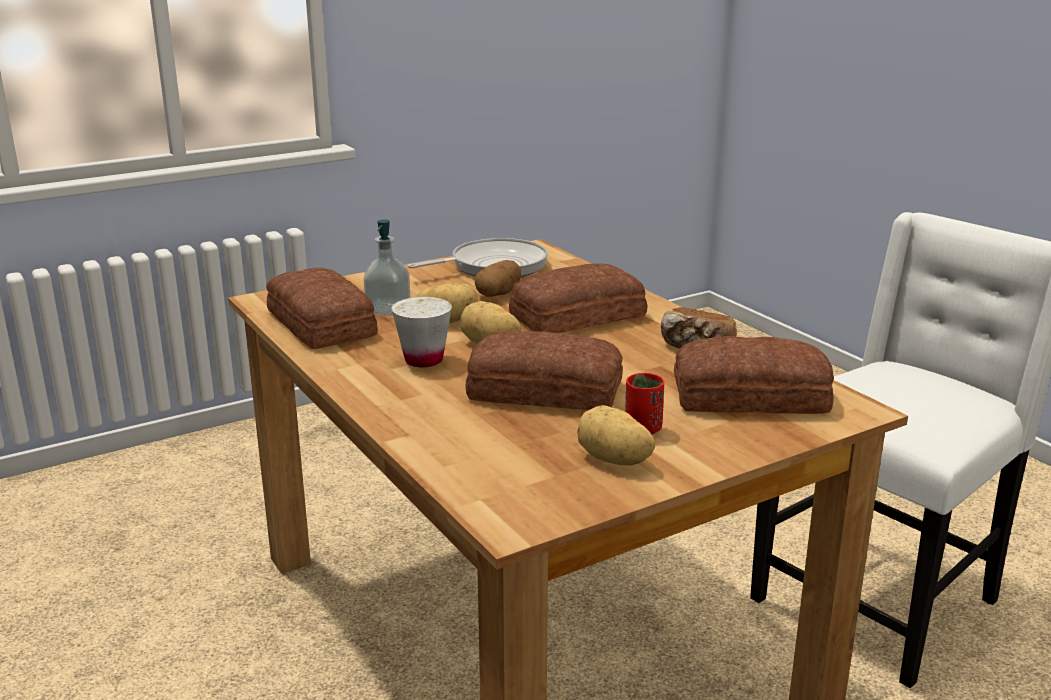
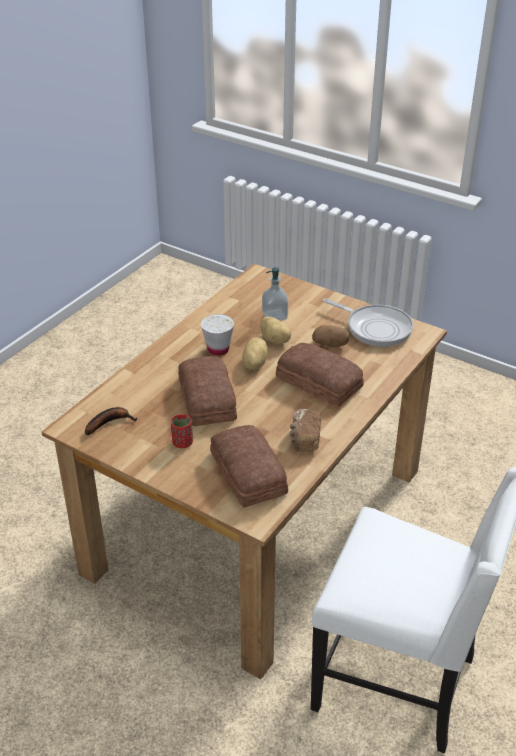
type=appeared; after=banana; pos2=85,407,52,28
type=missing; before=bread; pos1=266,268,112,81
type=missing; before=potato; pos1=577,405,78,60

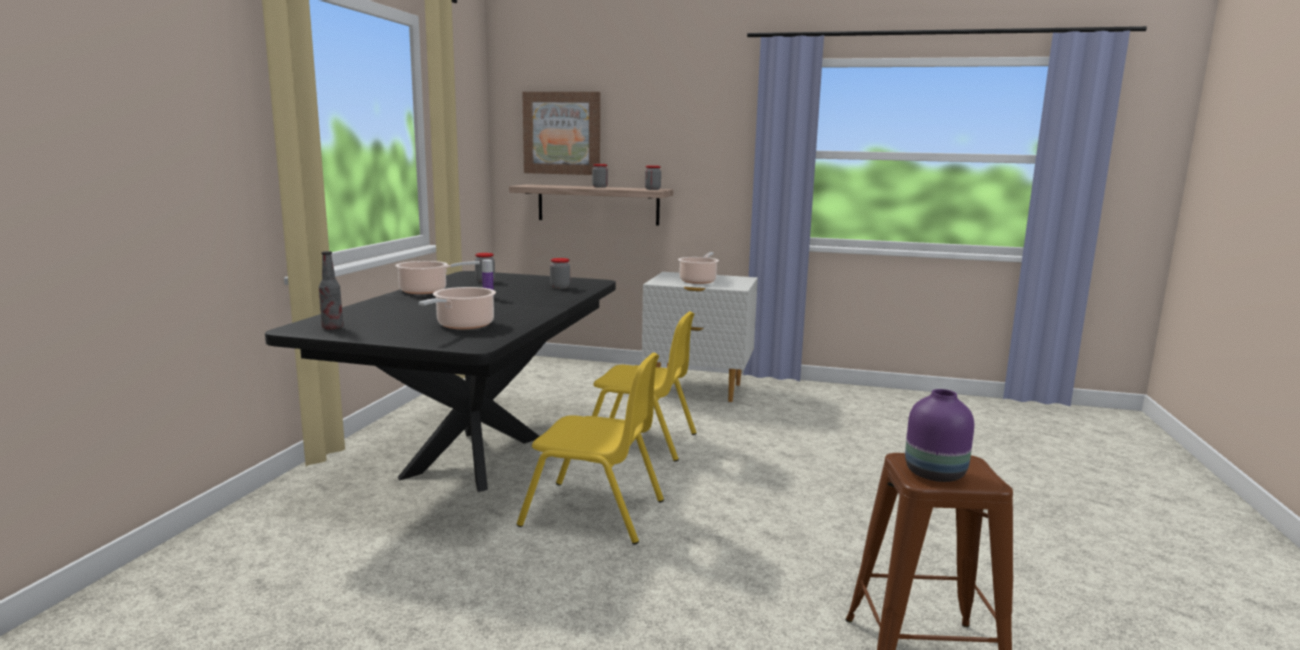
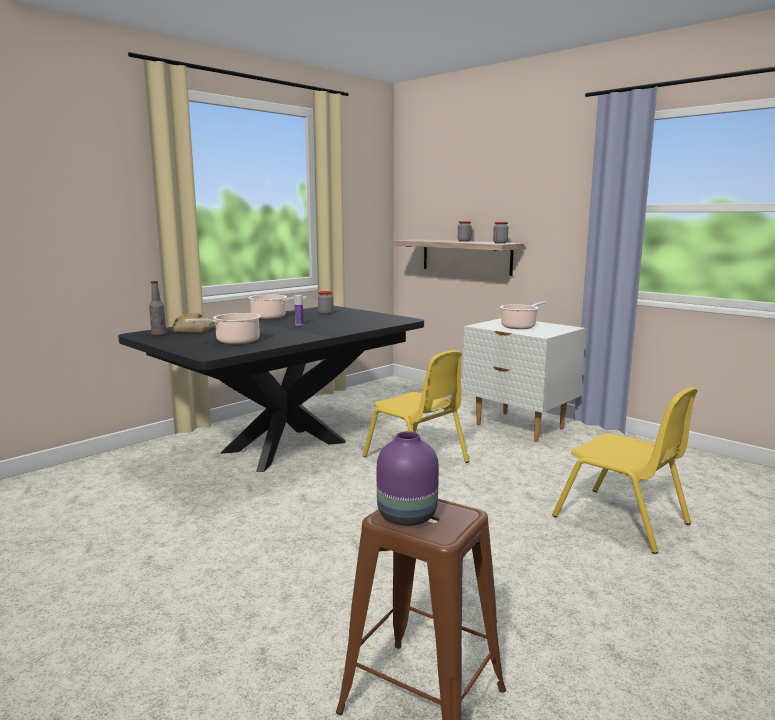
type=appeared; after=bread; pos2=172,313,43,20
type=relocated; before=yellow_chair; pos1=517,353,147,191; pos2=552,387,146,167
type=missing; before=picture; pos1=522,92,78,83
type=missing; before=jar; pos1=550,258,20,31

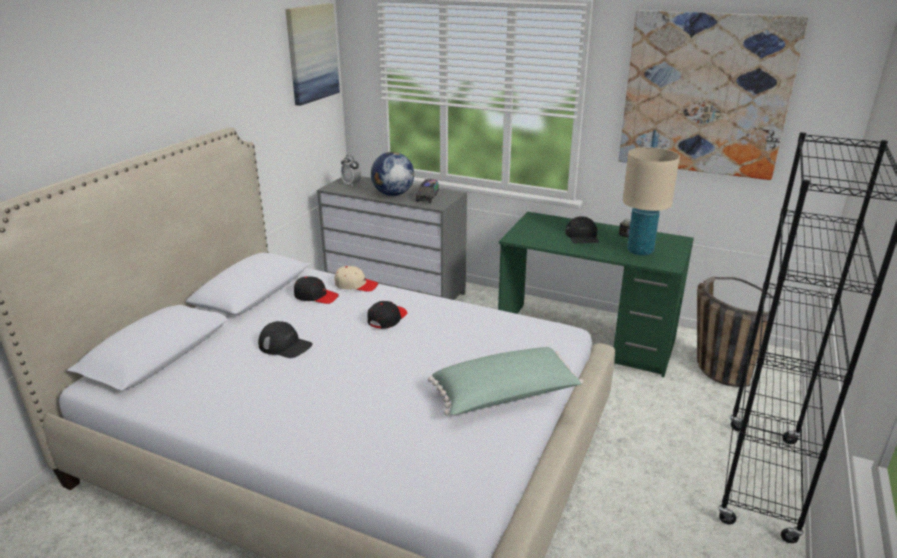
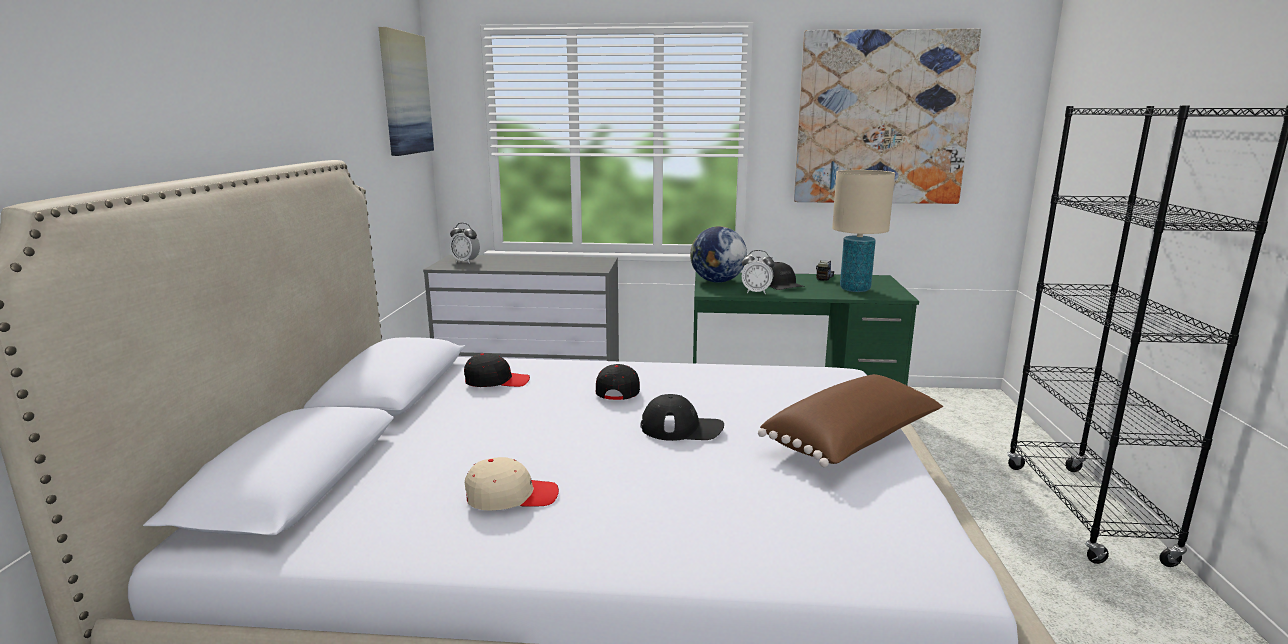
type=relocated; before=beige_cap; pos1=335,266,43,26; pos2=465,457,94,54
type=relocated; before=black_cap; pos1=258,321,55,37; pos2=641,394,83,47
type=relocated; before=globe; pos1=371,152,43,44; pos2=690,226,57,57
type=appeared; after=alarm_clock; pos2=742,250,33,44
type=colour; before=green_pillow; after=brown_pillow; pos1=428,347,155,68; pos2=758,374,185,93
type=missing; before=toy_truck; pos1=416,179,23,24
type=missing; before=basket; pos1=697,276,84,111

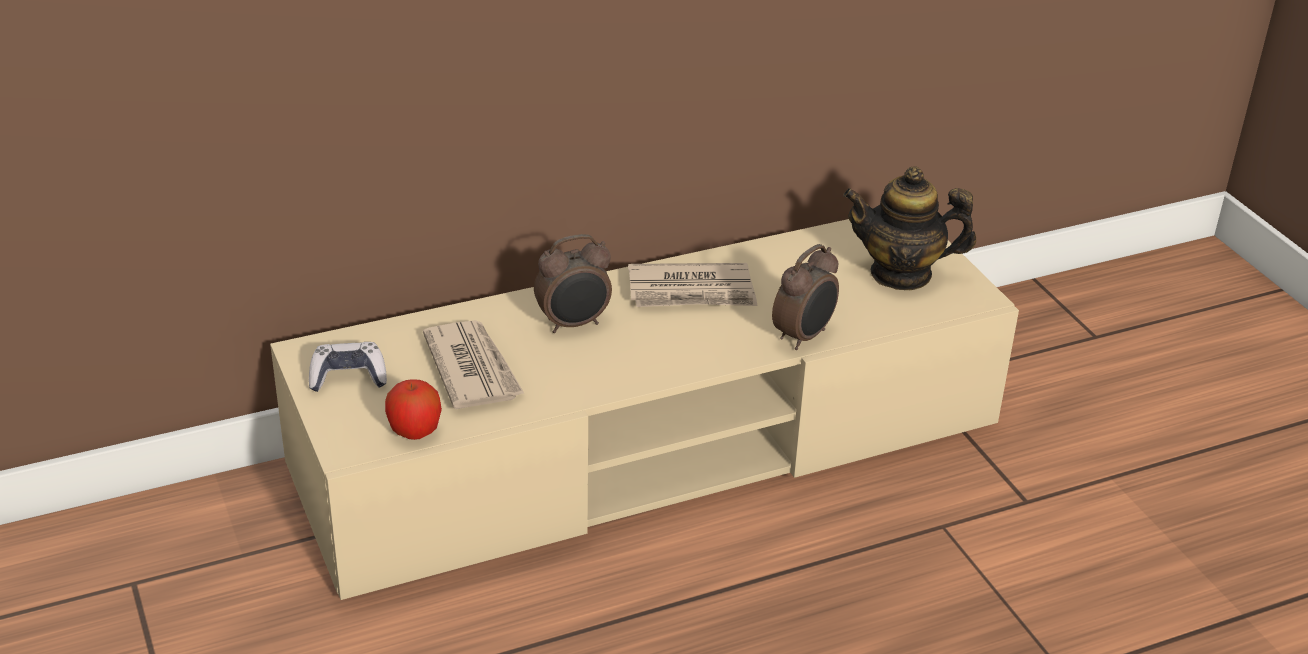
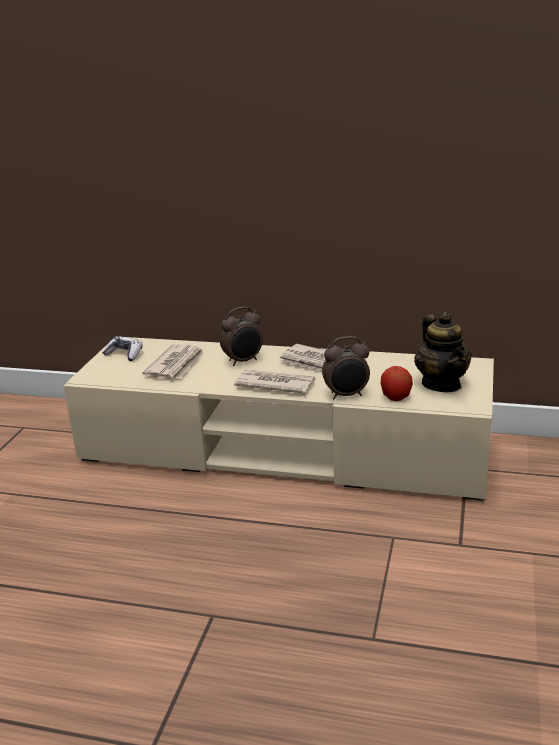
type=spun; before=alarm_clock; pos1=534,234,78,99; pos2=220,307,43,59; turn=-45
type=appeared; after=newspaper; pos2=234,370,81,24
type=relocated; before=apple; pos1=385,379,57,61; pos2=381,366,32,35
type=spun; before=teapot; pos1=843,167,133,123; pos2=414,312,57,80; turn=-150

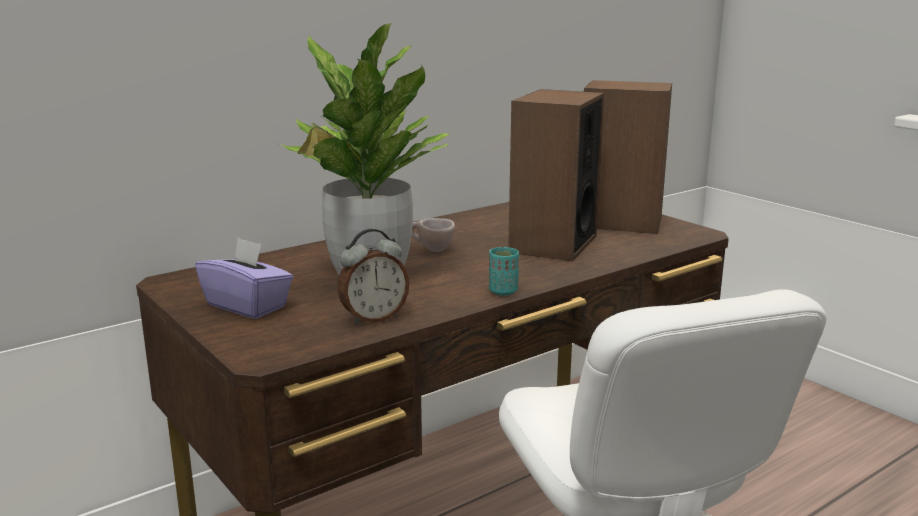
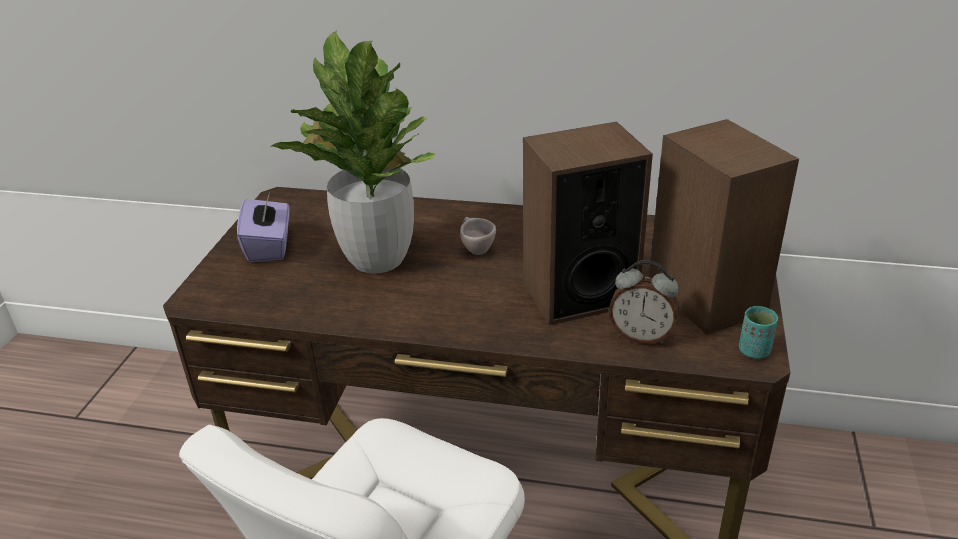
type=relocated; before=alarm_clock; pos1=338,229,71,96; pos2=609,260,70,84
type=relocated; before=turquoise_cup; pos1=489,247,30,48; pos2=739,306,39,53

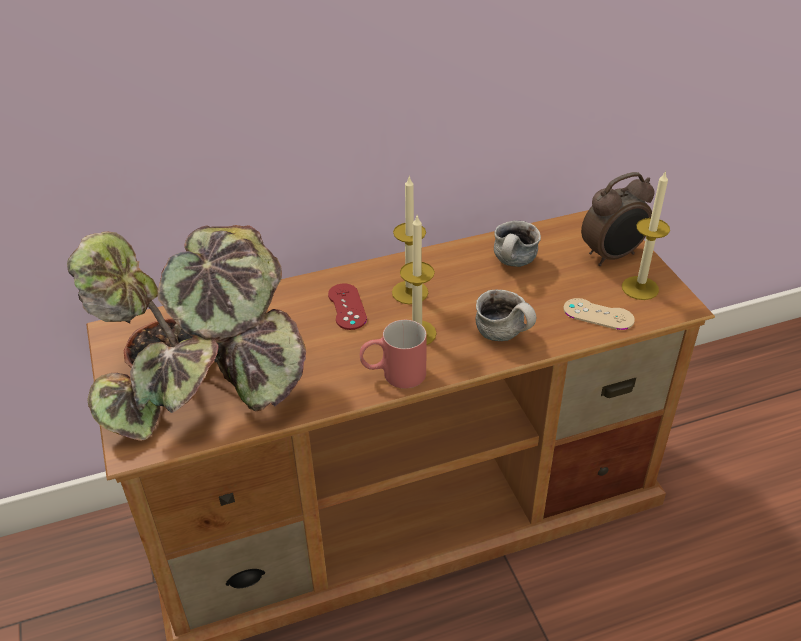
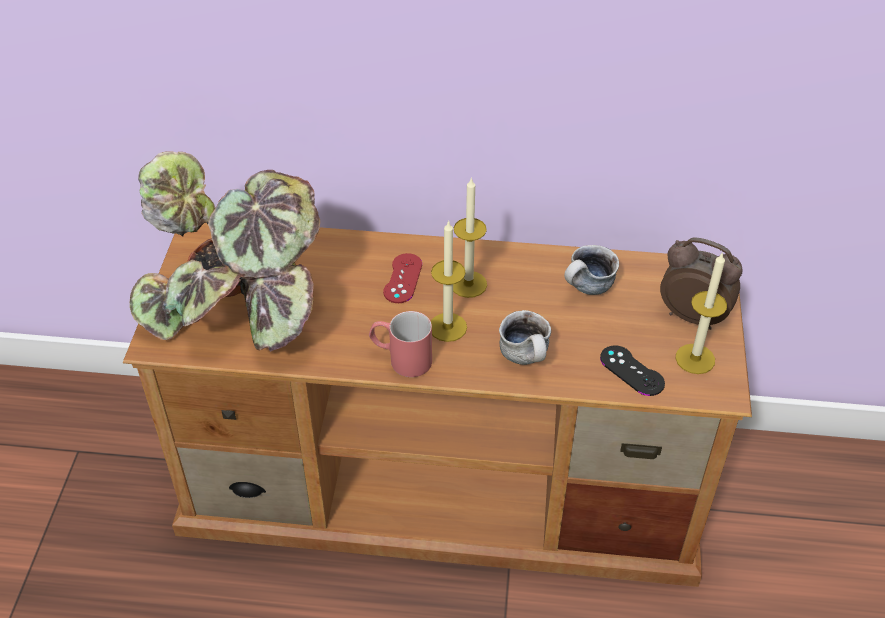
type=colour; before=beige_game_controller; after=black_game_controller; pos1=563,298,72,32; pos2=600,345,65,51
type=spun; before=alarm_clock; pos1=581,172,73,94; pos2=660,237,83,93; turn=-150

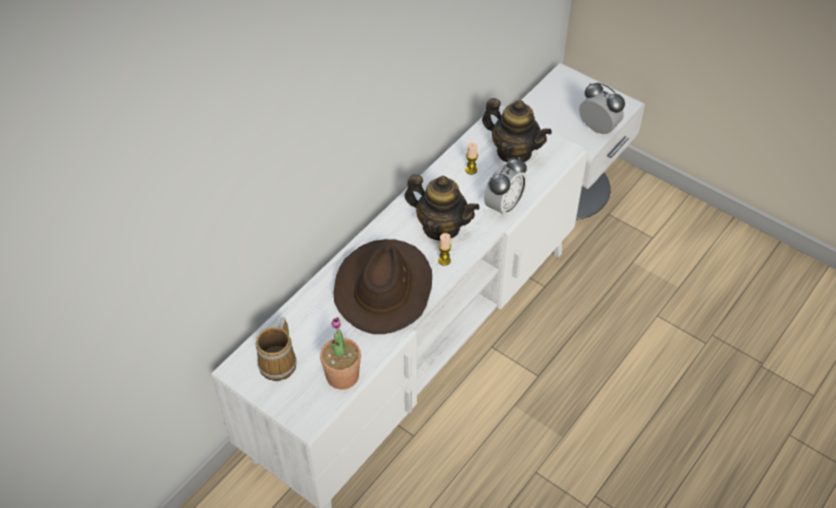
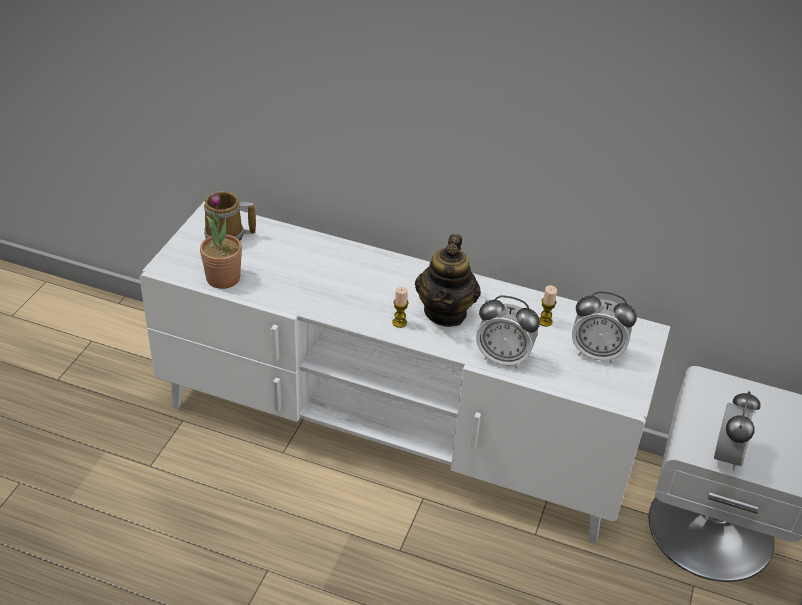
type=exchanged; before=teapot; after=alarm_clock; pos1=482,98,70,64; pos2=572,291,65,72
type=missing; before=brown_hat; pos1=334,239,98,95

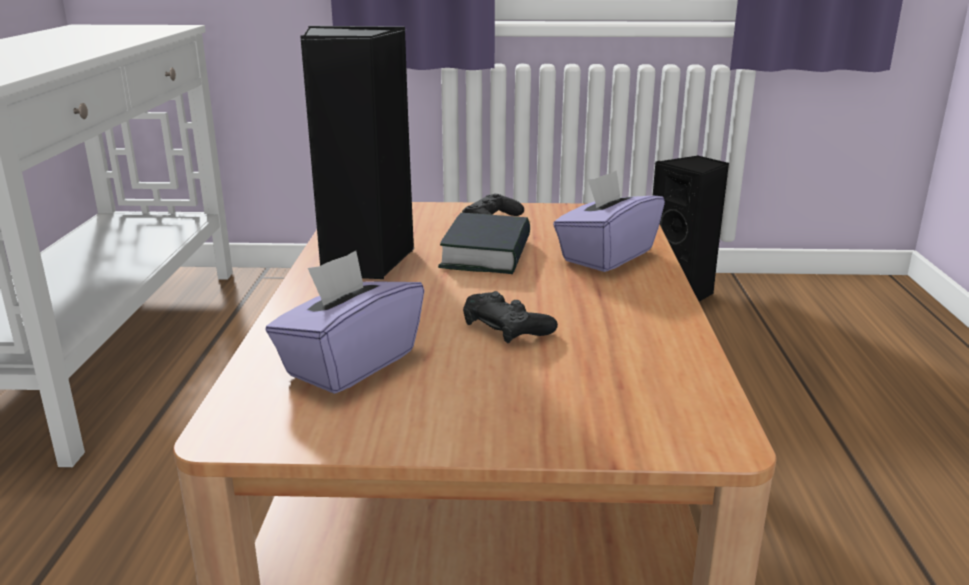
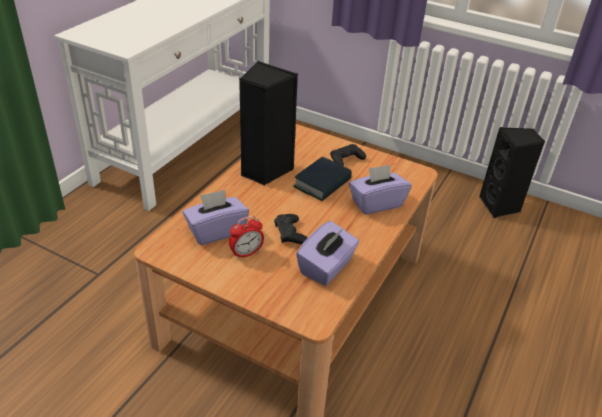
type=appeared; after=alarm_clock; pos2=229,216,35,43
type=appeared; after=purple_tissue_box; pos2=296,221,63,65

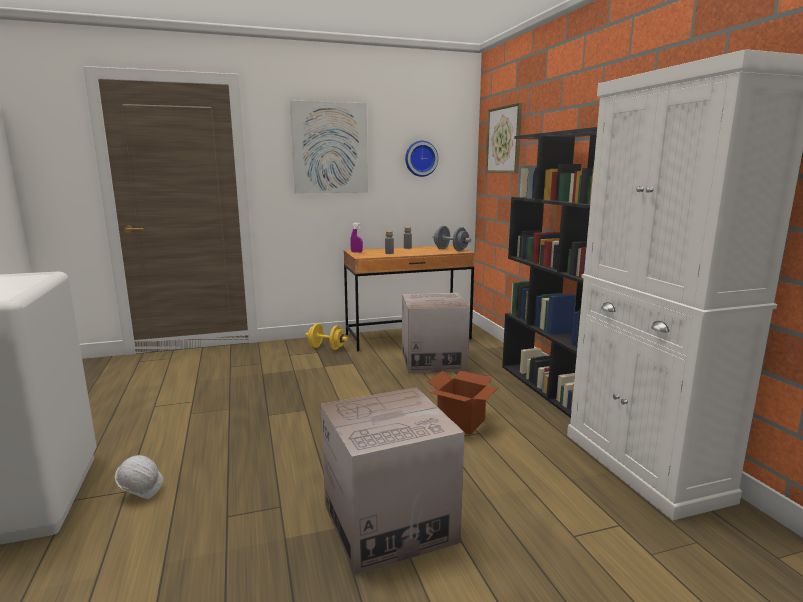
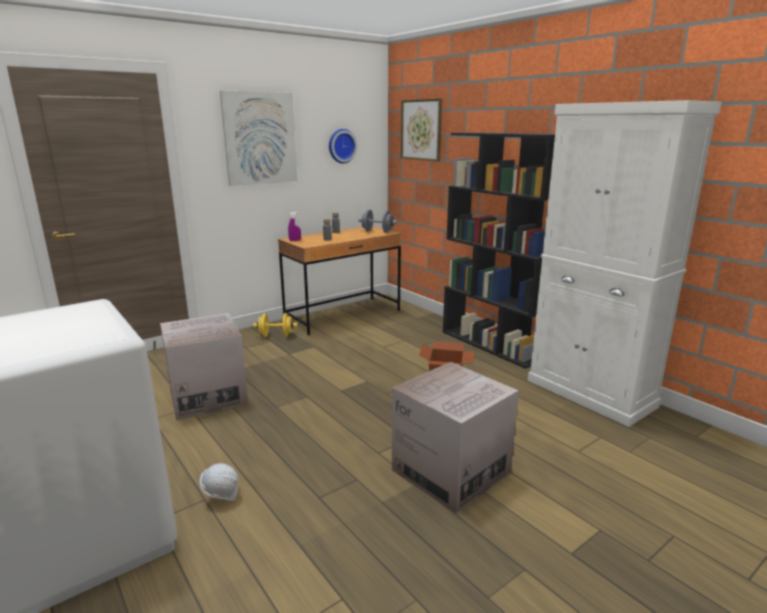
type=relocated; before=cardboard_box; pos1=402,293,68,81; pos2=160,313,88,108

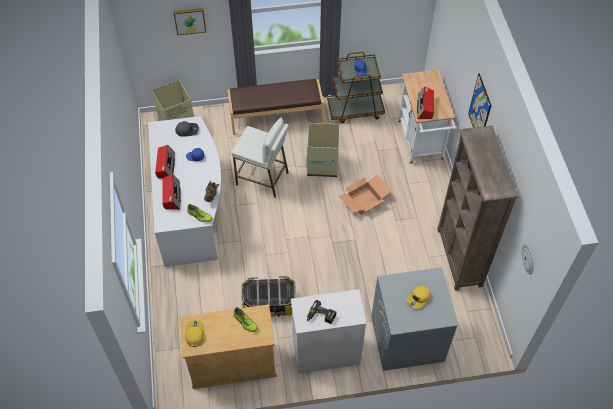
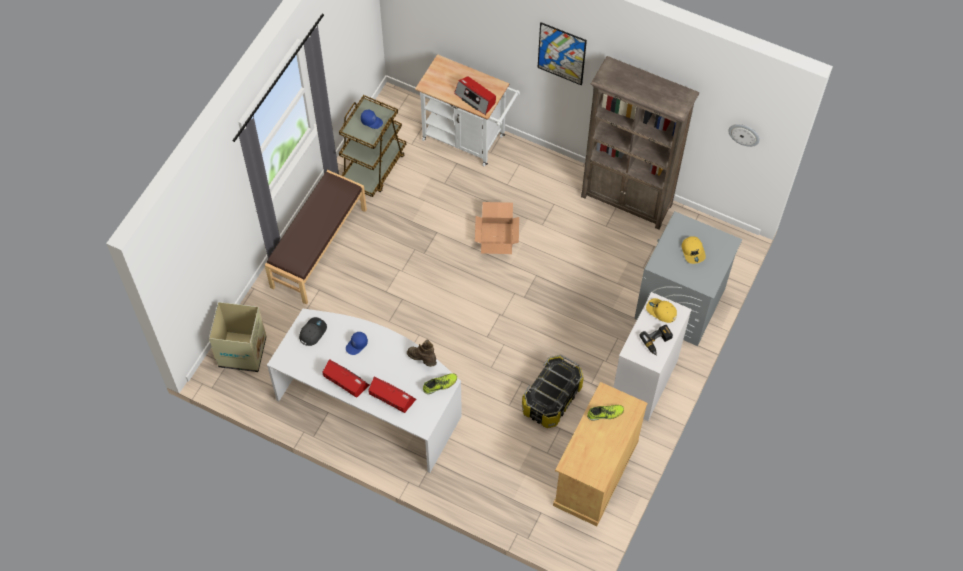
type=relocated; before=yellow_cap; pos1=185,320,19,27; pos2=646,298,31,25
type=missing; before=picture; pos1=173,8,33,28
type=missing; before=white_stool; pos1=231,118,58,80
type=missing; before=cardboard_box; pos1=307,123,33,54

